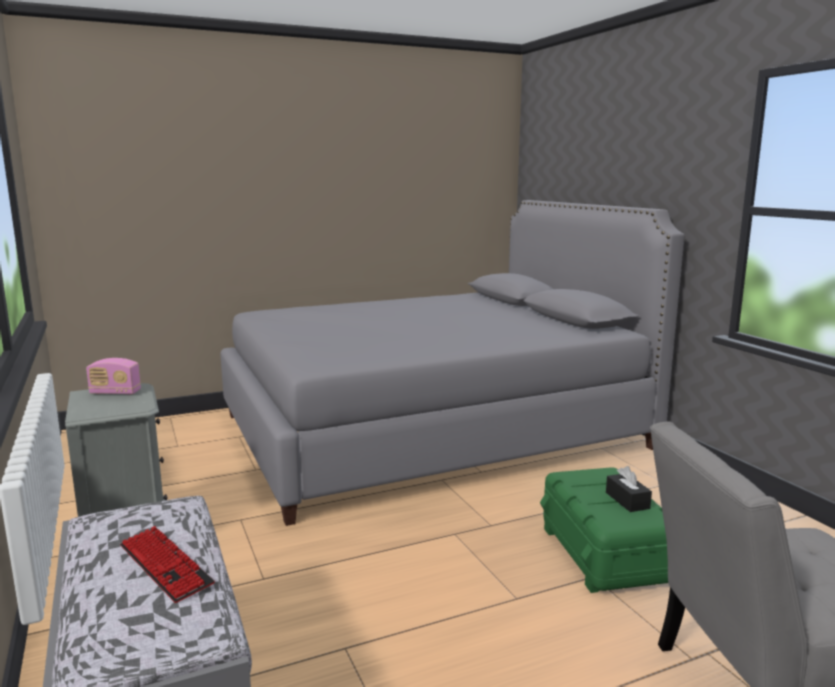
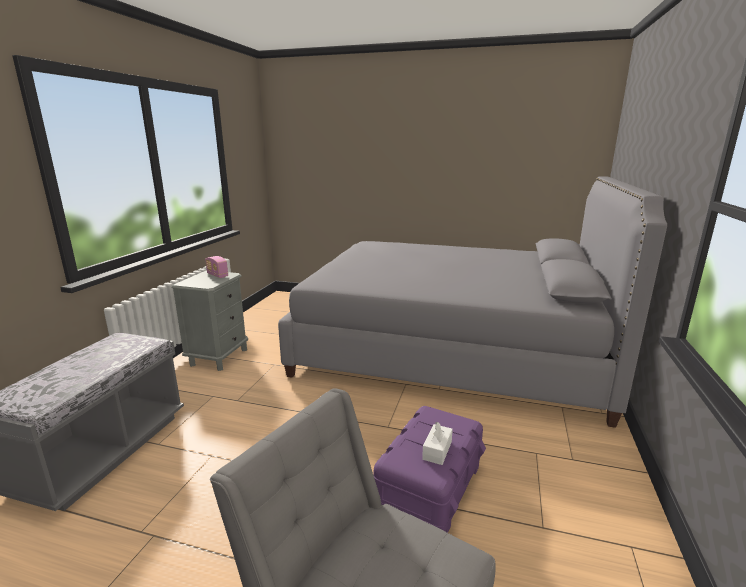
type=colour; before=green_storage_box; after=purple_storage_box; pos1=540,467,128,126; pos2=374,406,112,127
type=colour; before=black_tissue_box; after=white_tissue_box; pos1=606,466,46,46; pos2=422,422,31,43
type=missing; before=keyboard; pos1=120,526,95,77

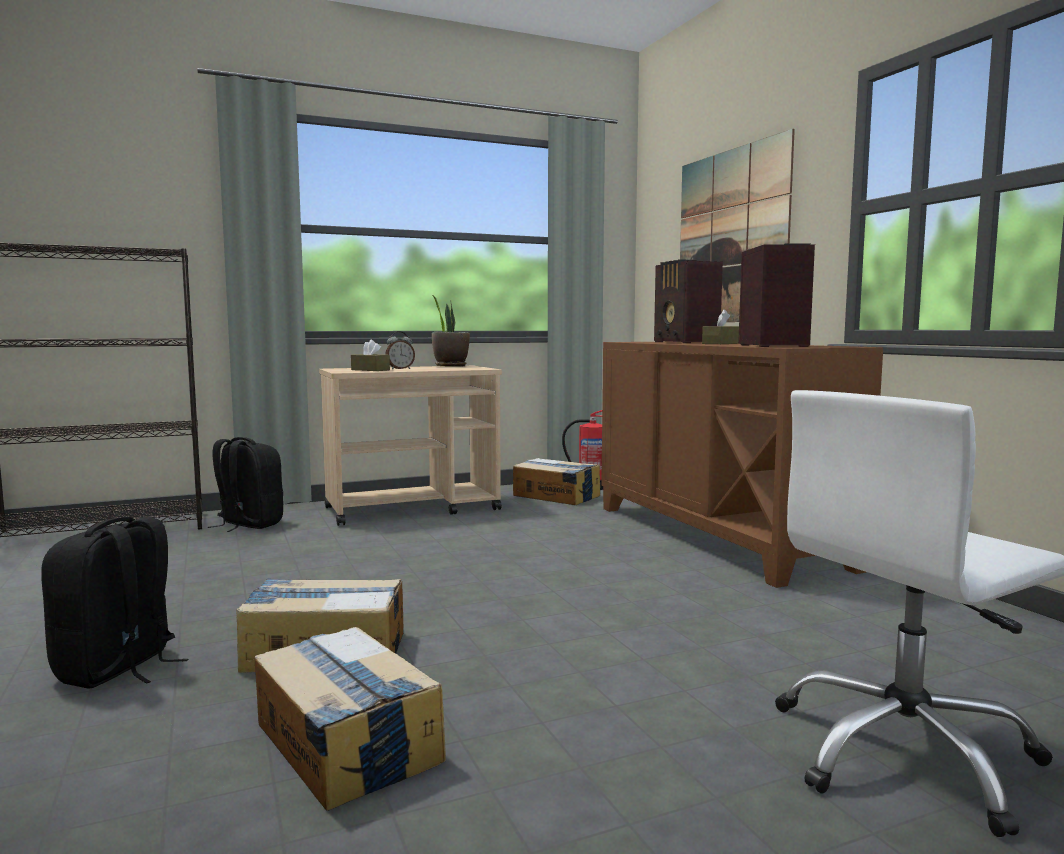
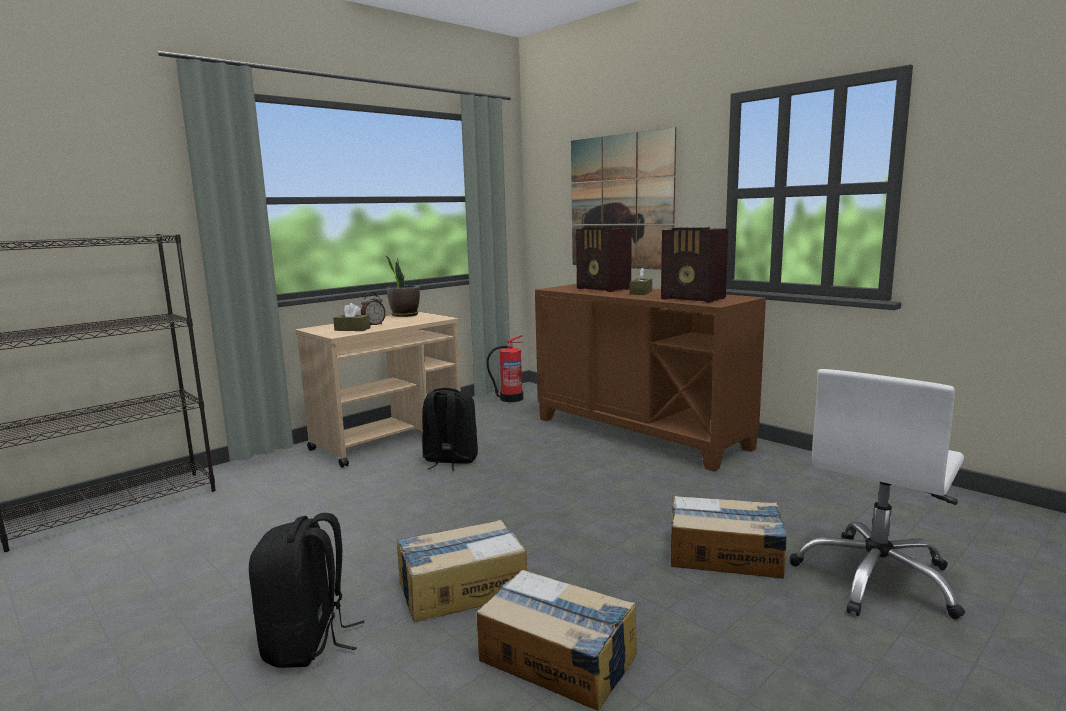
type=relocated; before=black_backpack; pos1=208,437,75,95; pos2=422,388,56,83
type=spun; before=radio; pos1=738,243,77,104; pos2=661,227,67,76; turn=150
type=relocated; before=cardboard_box; pos1=513,458,87,47; pos2=670,496,117,82

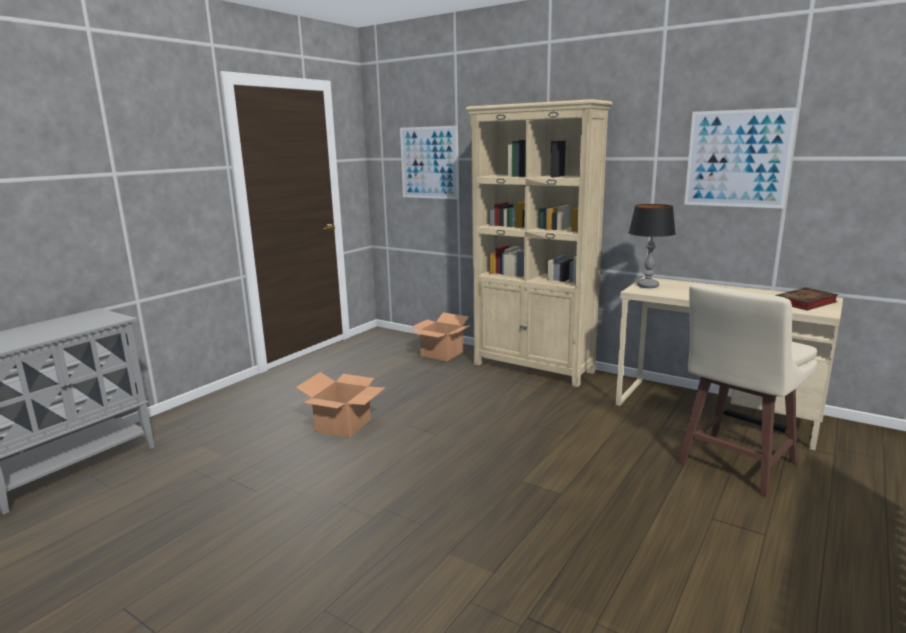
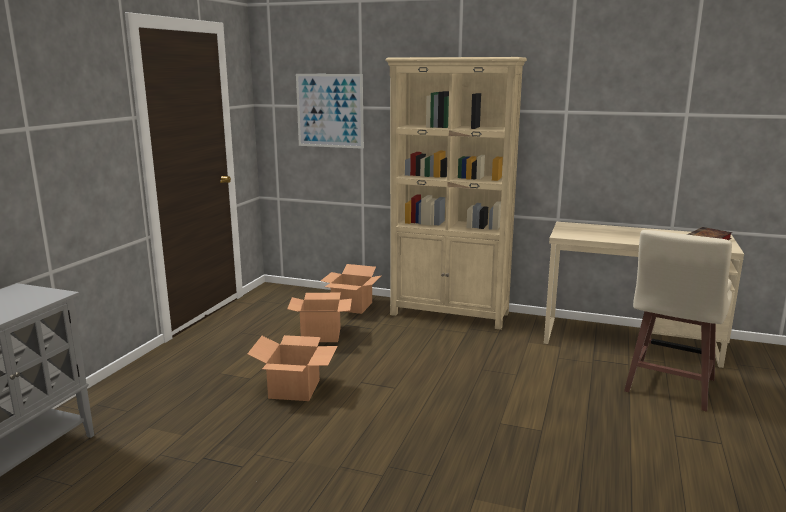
type=appeared; after=cardboard_box; pos2=287,293,65,49
type=missing; before=table_lamp; pos1=629,204,47,84
type=missing; before=picture; pos1=684,107,114,102

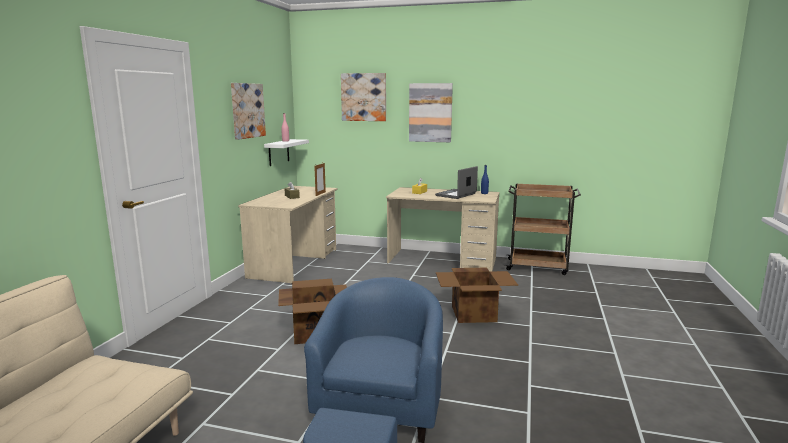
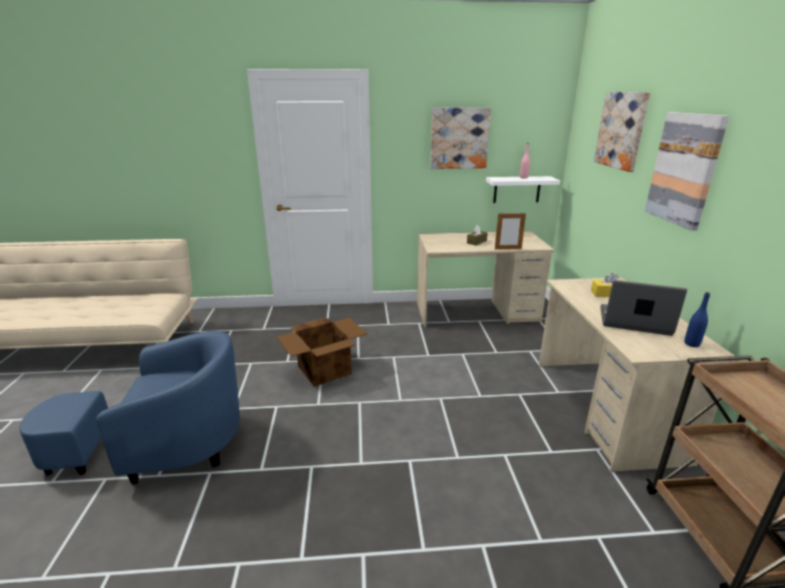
type=missing; before=cardboard_box; pos1=436,268,82,55

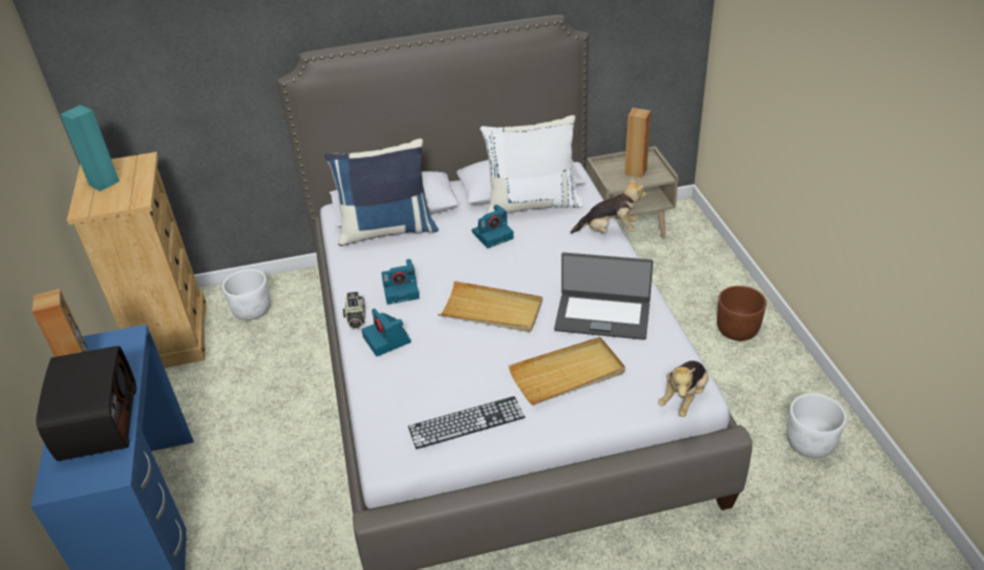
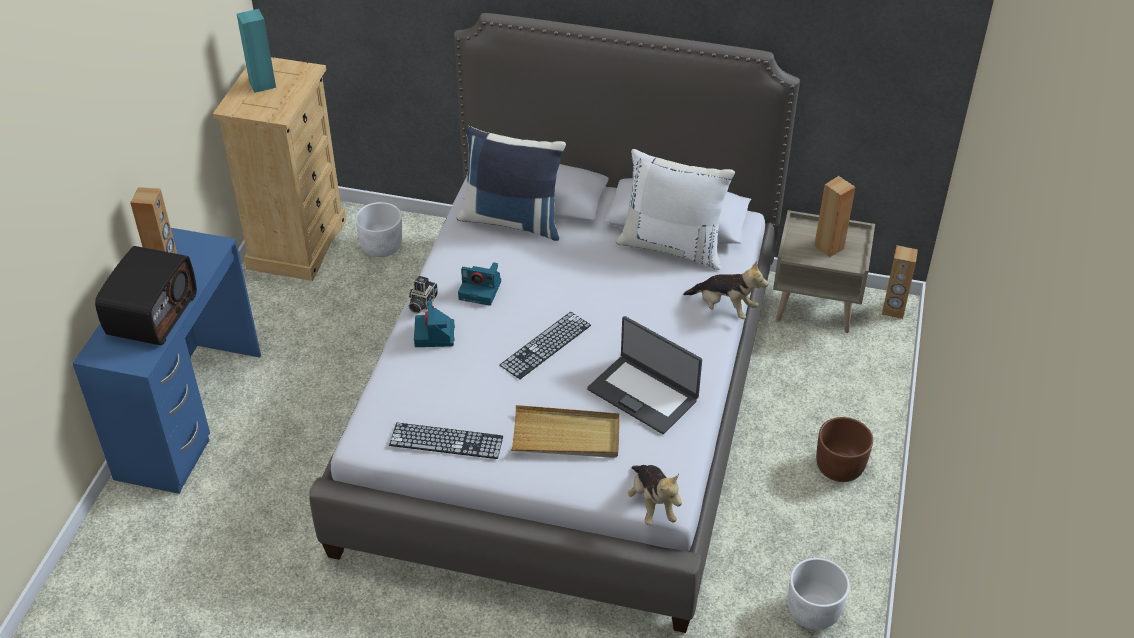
type=exchanged; before=beige_tray; after=keyboard; pos1=438,281,105,51; pos2=499,312,92,67
type=spun; before=plush_toy; pos1=658,361,51,56; pos2=628,465,54,60; turn=-75
type=appeared; after=brown_speaker; pos2=882,245,36,74
type=missing; before=photo_camera; pos1=472,204,42,44

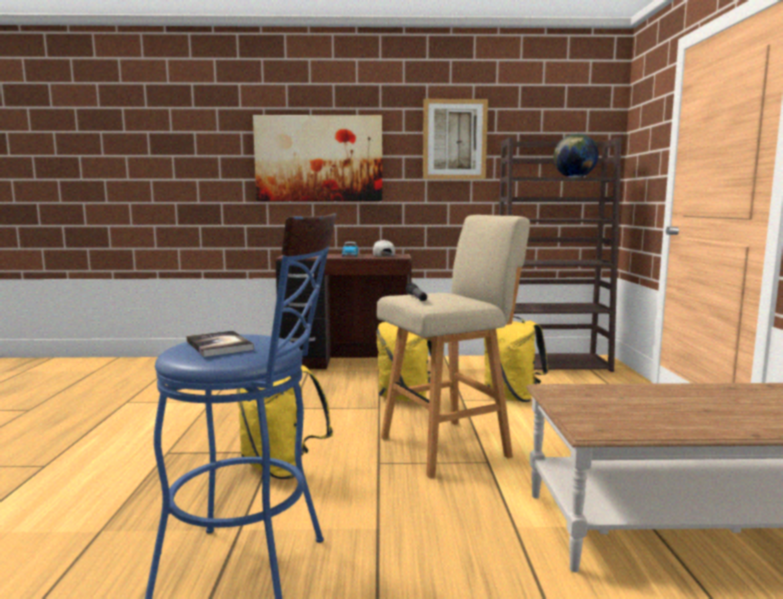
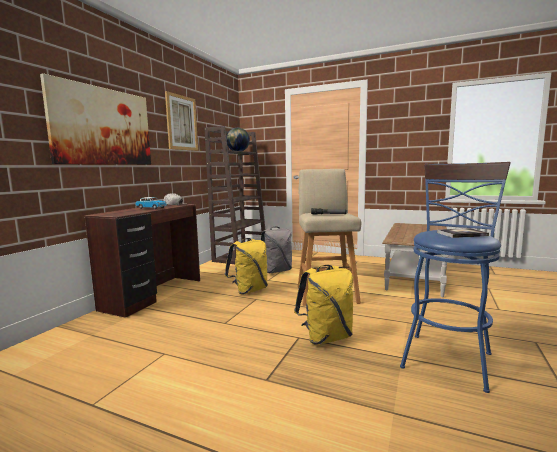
type=colour; before=yellow_backpack; after=grey_backpack; pos1=484,316,64,86; pos2=261,227,31,46

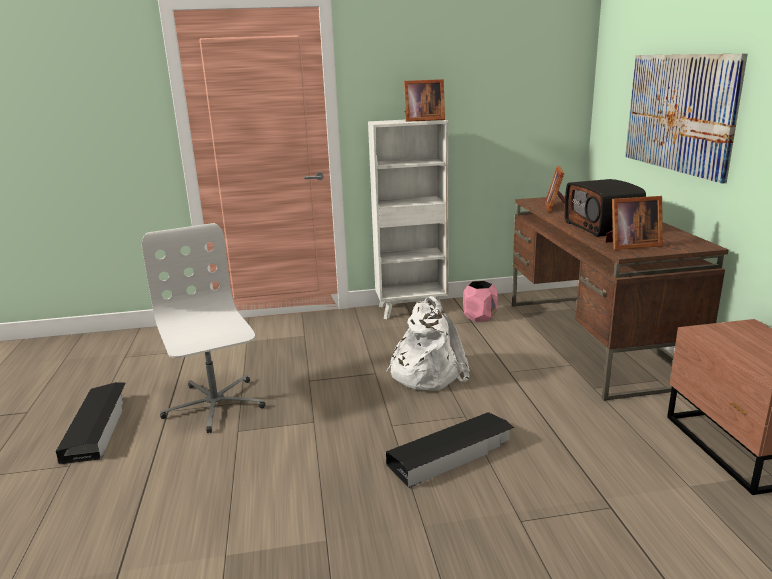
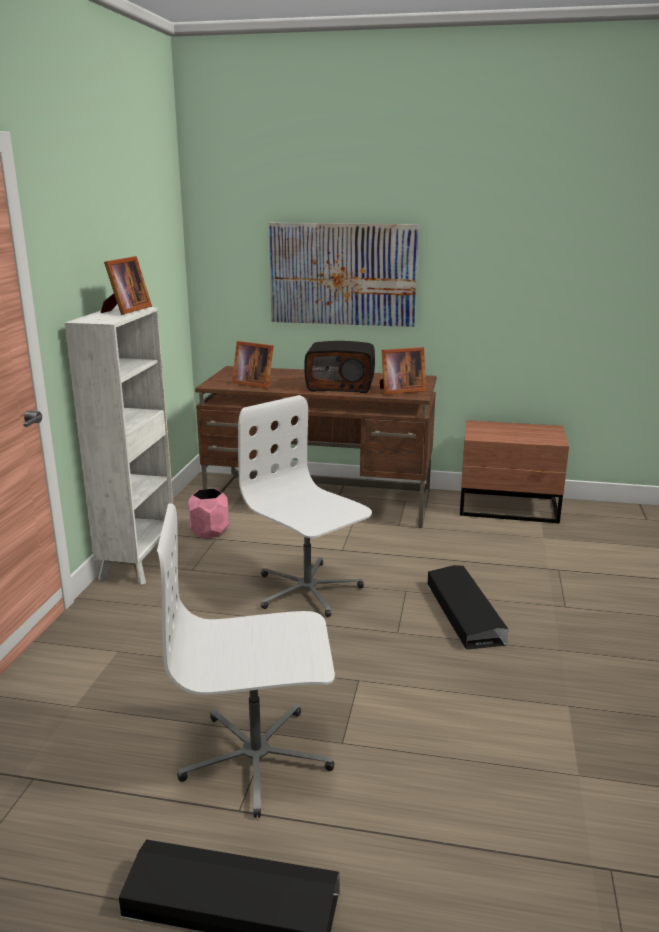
type=exchanged; before=white_backpack; after=white_office_chair; pos1=386,296,84,95; pos2=238,395,134,222
type=spun; before=picture_frame; pos1=606,196,57,54; pos2=380,347,47,47; turn=60

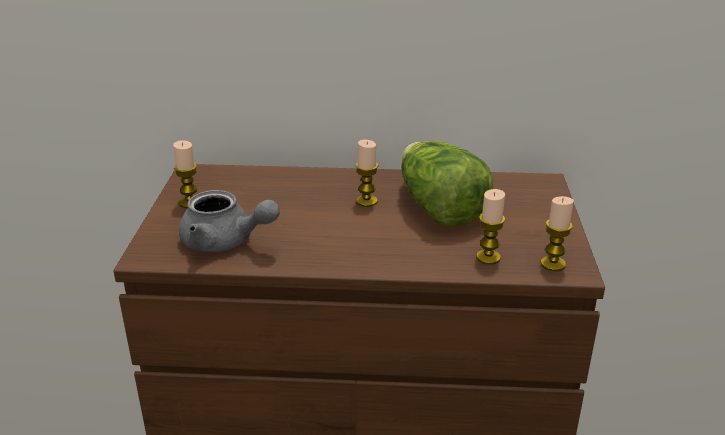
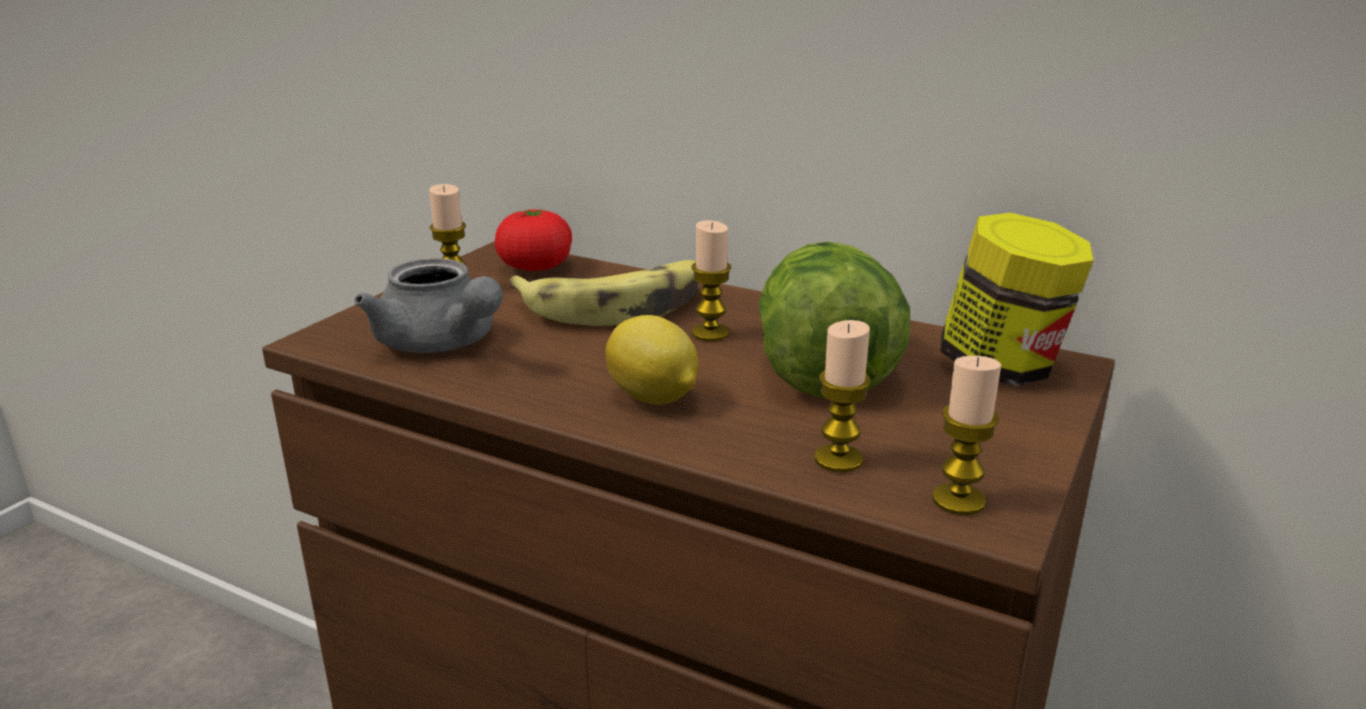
type=appeared; after=tomato; pos2=495,209,77,62
type=appeared; after=banana; pos2=508,260,191,66
type=appeared; after=lemon; pos2=605,315,93,90
type=appeared; after=jar; pos2=940,213,154,173

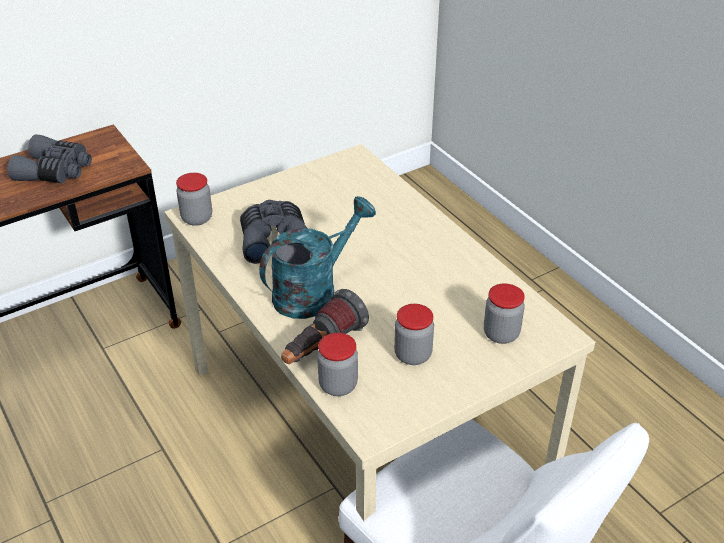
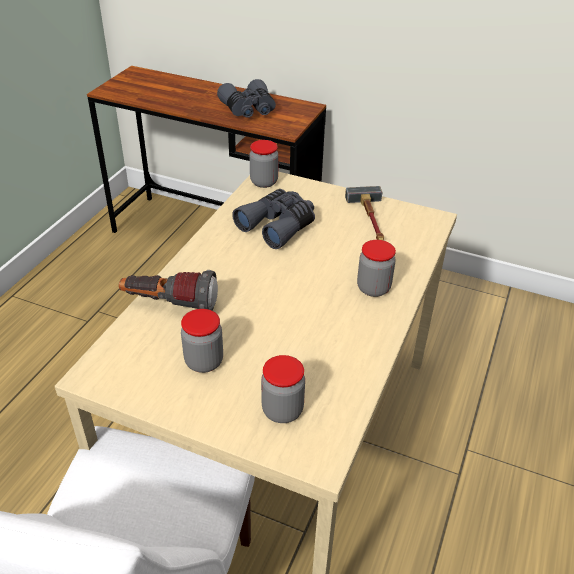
type=appeared; after=hammer; pos2=345,186,39,55
type=relocated; before=jar; pos1=317,333,41,63; pos2=357,240,39,57
type=missing; before=turquoise_watering_can; pos1=259,196,117,123

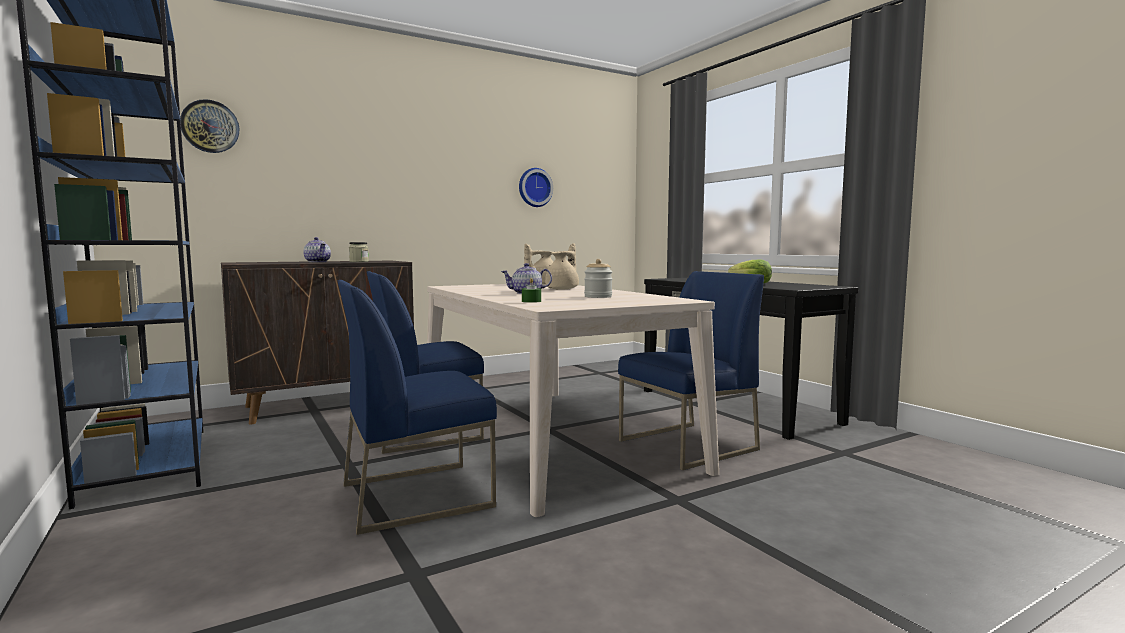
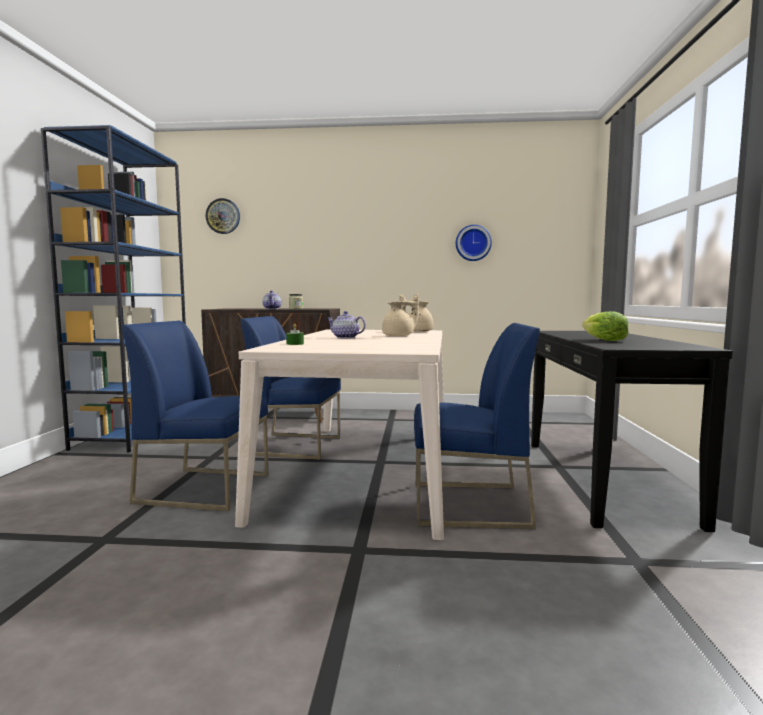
type=missing; before=jar; pos1=584,259,29,39

